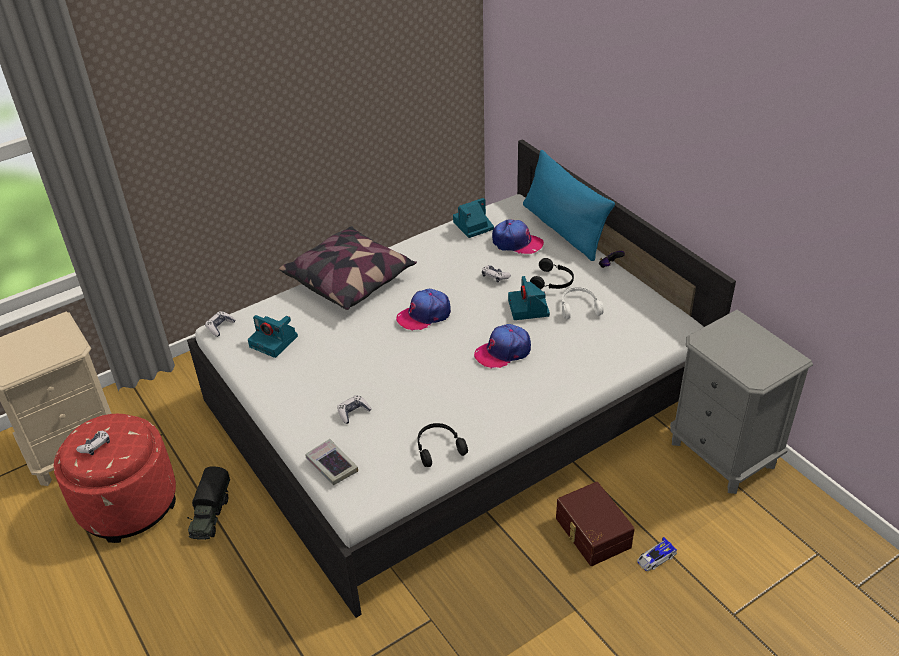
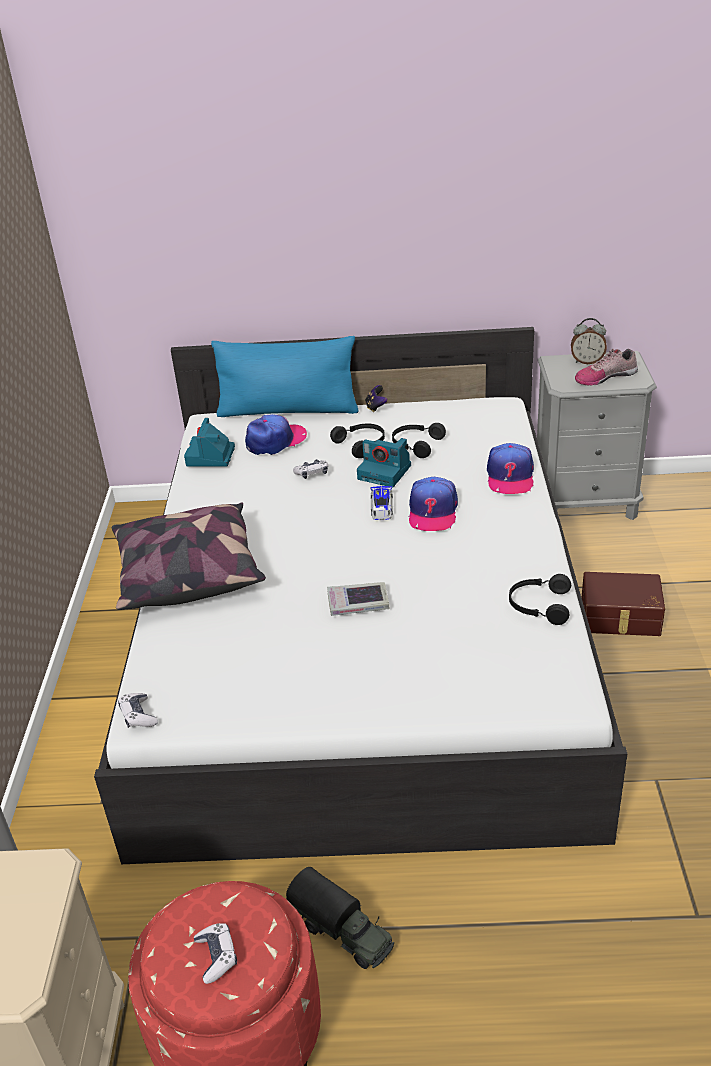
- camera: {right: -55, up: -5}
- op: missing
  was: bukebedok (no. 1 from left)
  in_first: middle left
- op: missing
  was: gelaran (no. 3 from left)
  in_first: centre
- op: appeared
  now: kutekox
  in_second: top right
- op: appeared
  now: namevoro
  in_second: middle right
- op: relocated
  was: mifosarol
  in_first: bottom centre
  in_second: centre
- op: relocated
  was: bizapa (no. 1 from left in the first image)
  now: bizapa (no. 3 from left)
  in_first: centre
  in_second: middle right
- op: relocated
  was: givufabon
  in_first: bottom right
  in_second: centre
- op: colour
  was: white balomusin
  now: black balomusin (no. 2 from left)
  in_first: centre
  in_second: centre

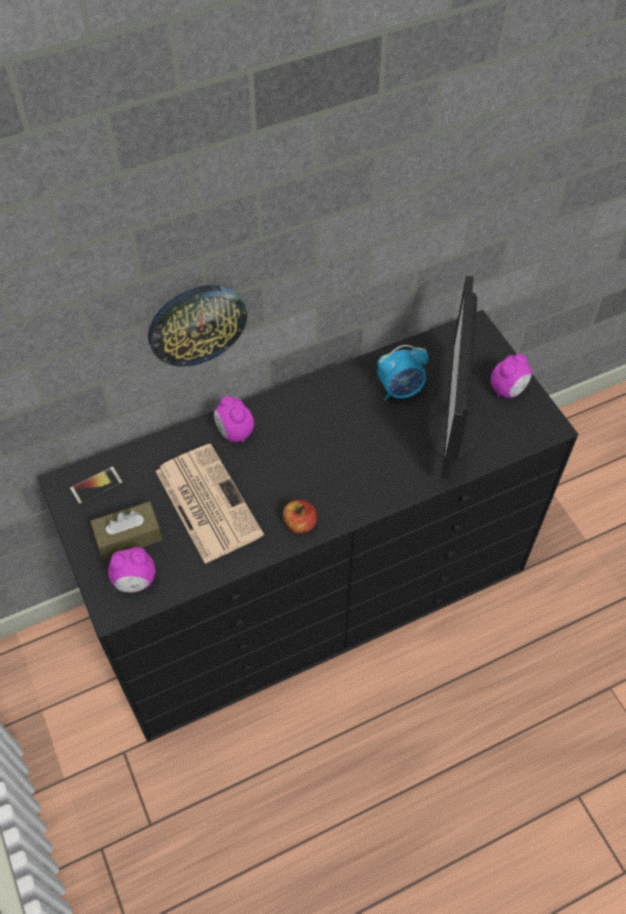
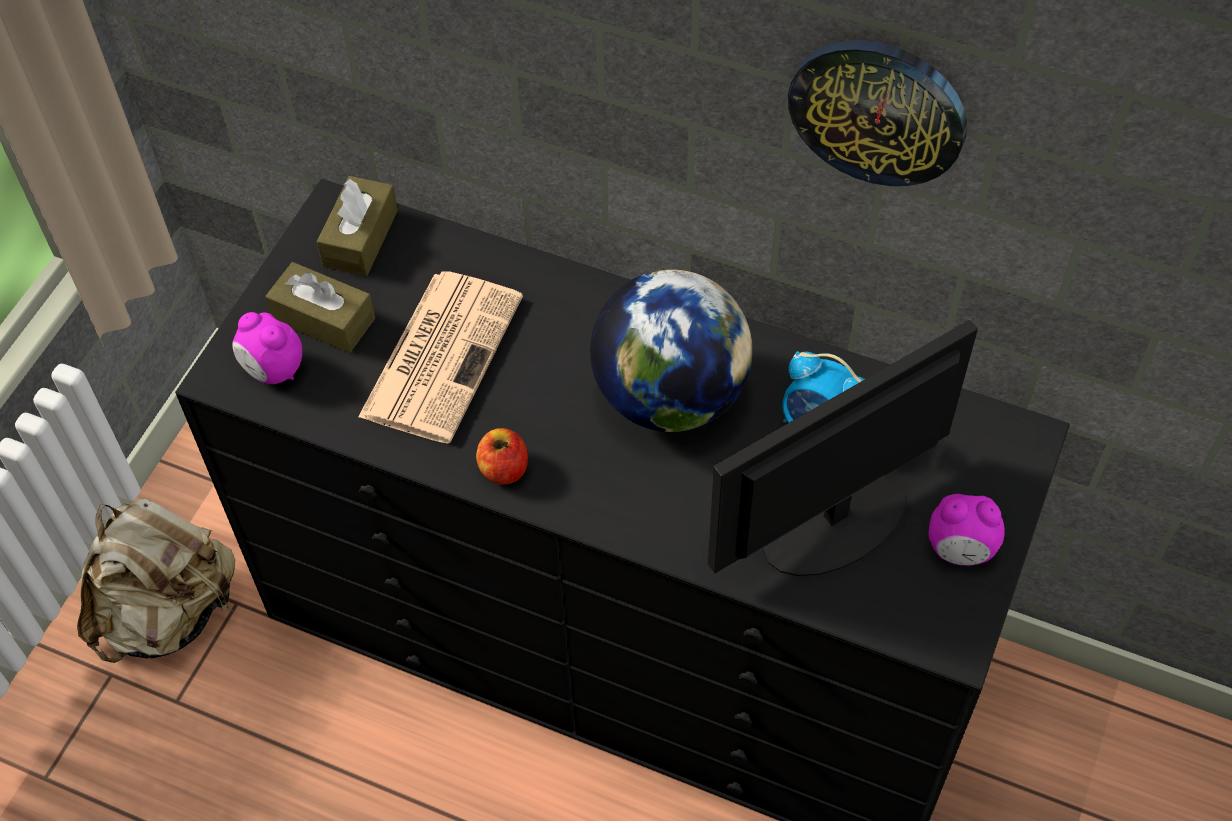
- camera: {right: 50, up: 0}
- op: missing
  was: kutekox (no. 2 from left)
  in_first: centre
- op: appeared
  now: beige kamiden
  in_second: bottom left
- op: appeared
  now: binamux
  in_second: centre
- op: relocated
  was: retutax
  in_first: middle left
  in_second: top right
- op: exchanged
  was: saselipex
  now: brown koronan (no. 2 from left)
  in_first: middle left
  in_second: top left

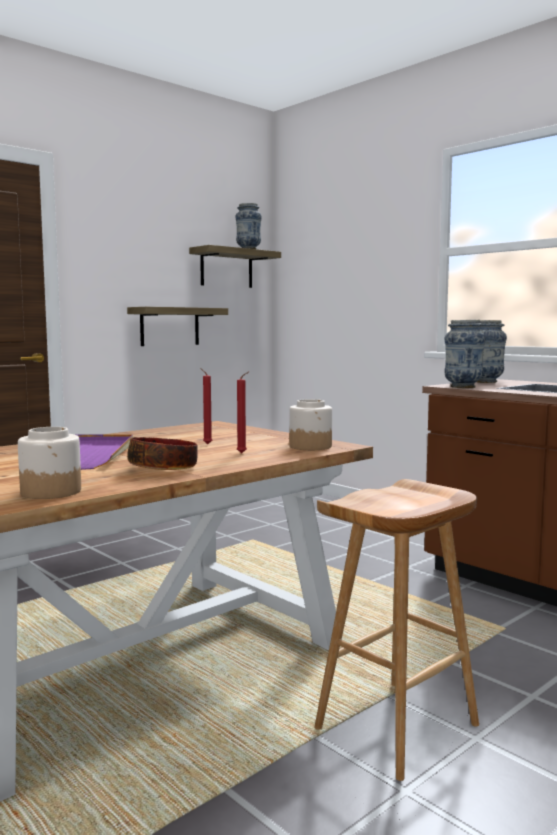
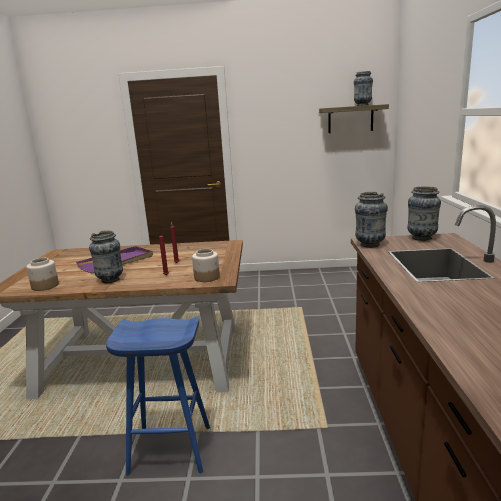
- camera: {right: 45, up: 10}
- op: missing
  was: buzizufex (no. 1 from left)
  in_first: middle left
- op: exchanged
  was: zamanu
  now: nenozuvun (no. 1 from left)
  in_first: middle left
  in_second: middle left
- op: colour
  was: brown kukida
  now: blue kukida
  in_first: bottom right
  in_second: bottom left

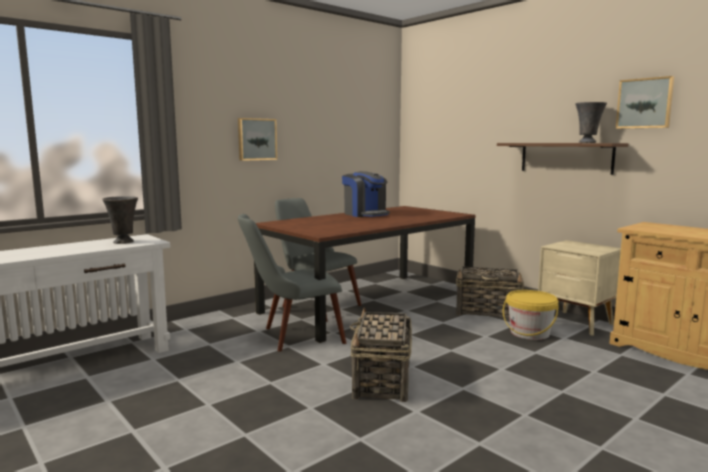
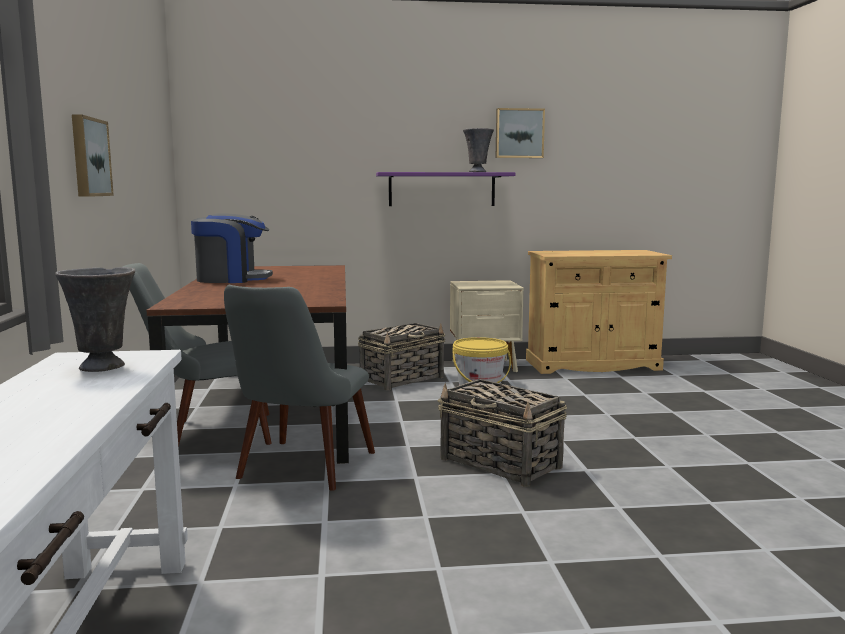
- camera: {right: -55, up: 0}
- op: colour
  was: brown buzizufex
  now: purple buzizufex
  in_first: middle right
  in_second: top centre

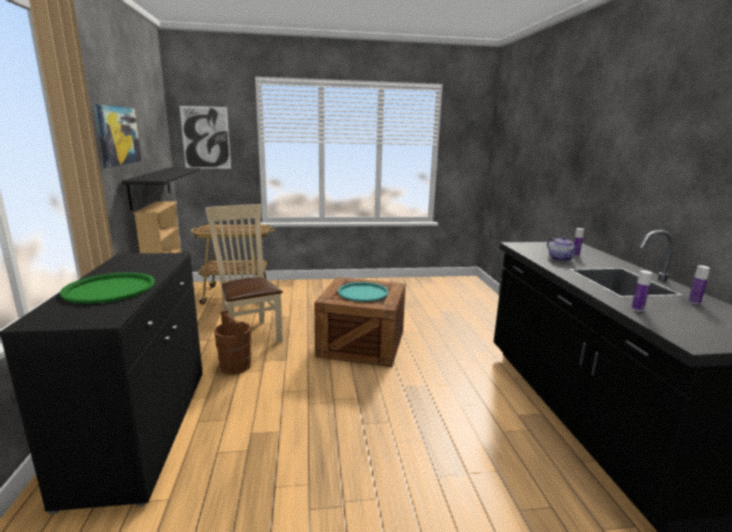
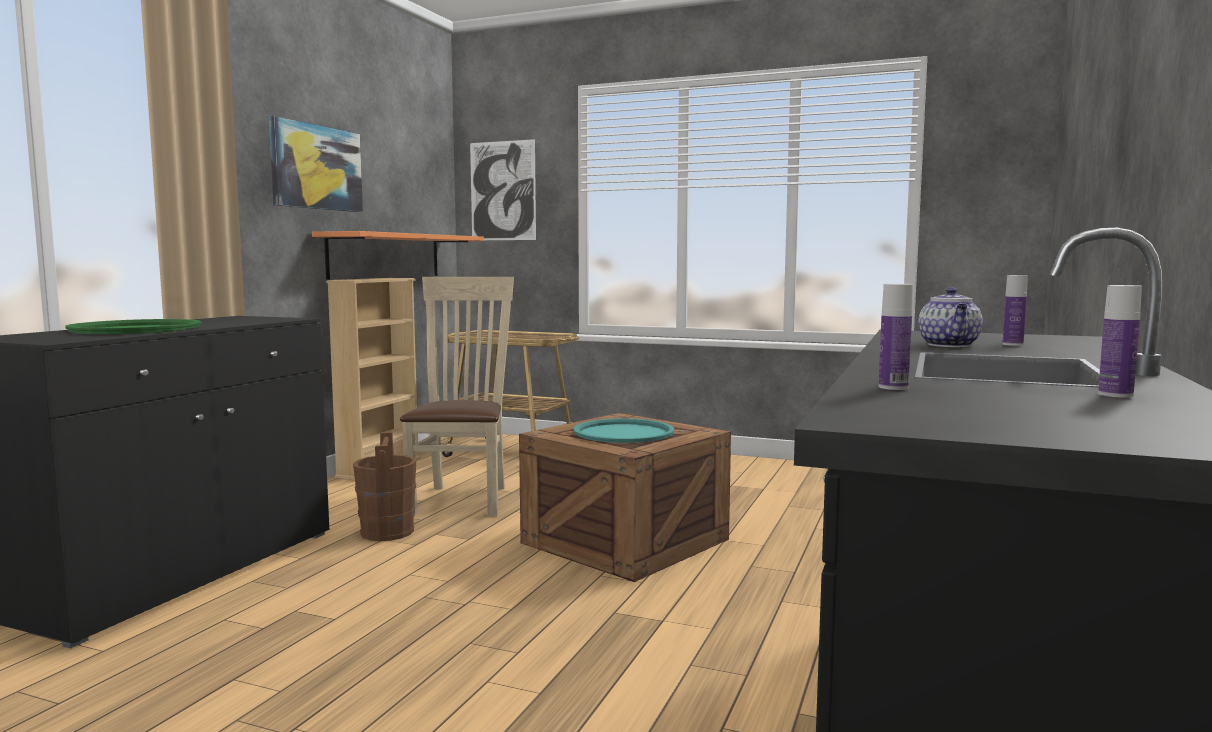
- camera: {right: 30, up: -10}
- op: colour
  was: black buzizufex
  now: orange buzizufex
  in_first: middle left
  in_second: middle left

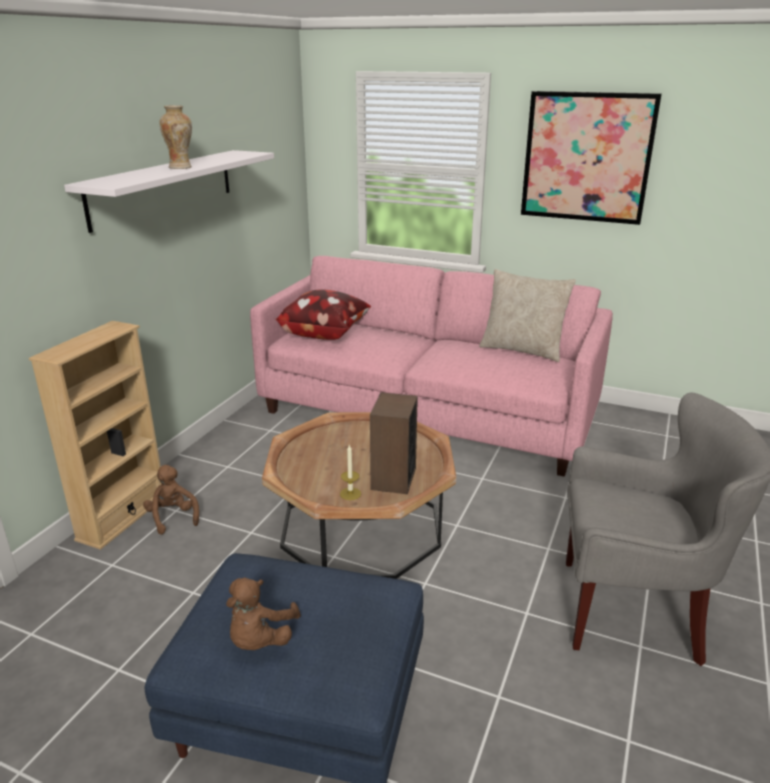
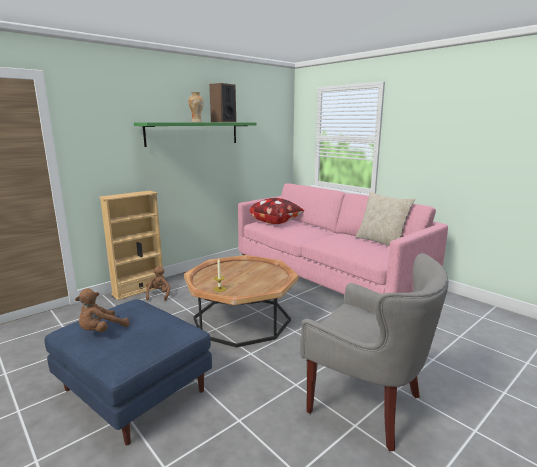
- camera: {right: 25, up: -10}
- op: missing
  was: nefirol
  in_first: top right
- op: relocated
  was: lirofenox
  in_first: centre
  in_second: top centre
- op: colour
  was: white buzizufex
  now: green buzizufex
  in_first: top left
  in_second: top centre

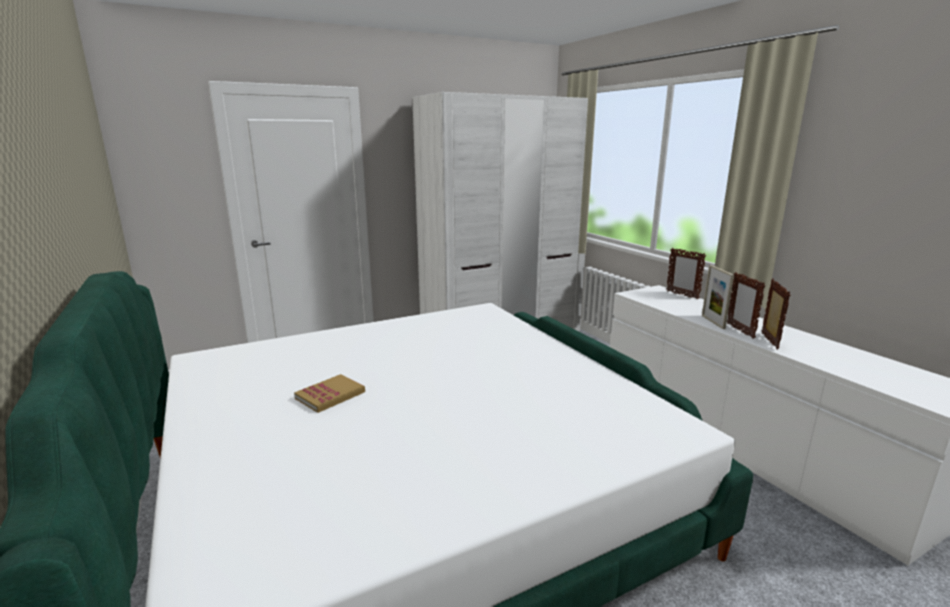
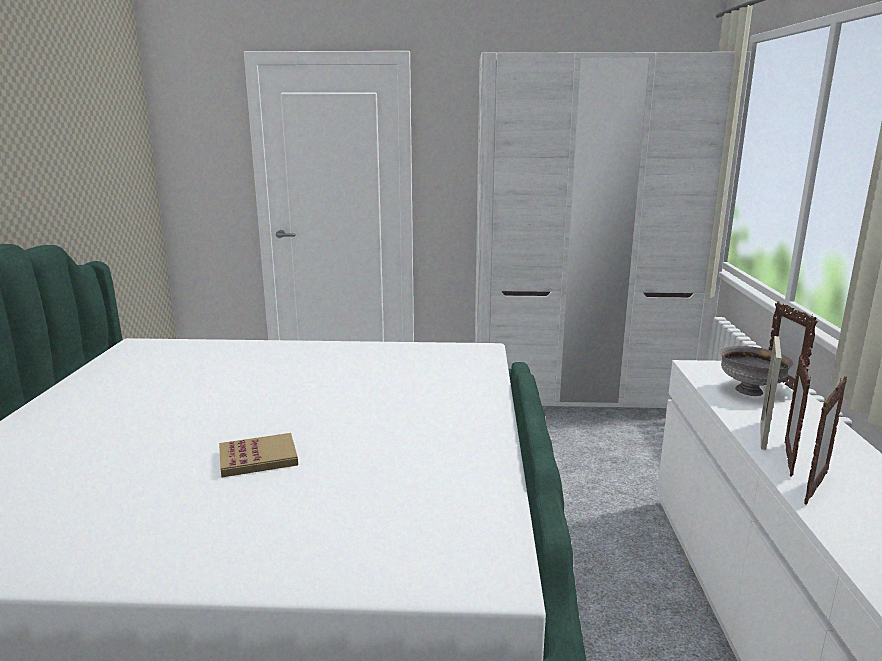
- camera: {right: 30, up: 0}
- op: appeared
  now: grey zamanu
  in_second: middle right
- op: relocated
  was: mifosarol
  in_first: centre
  in_second: bottom left

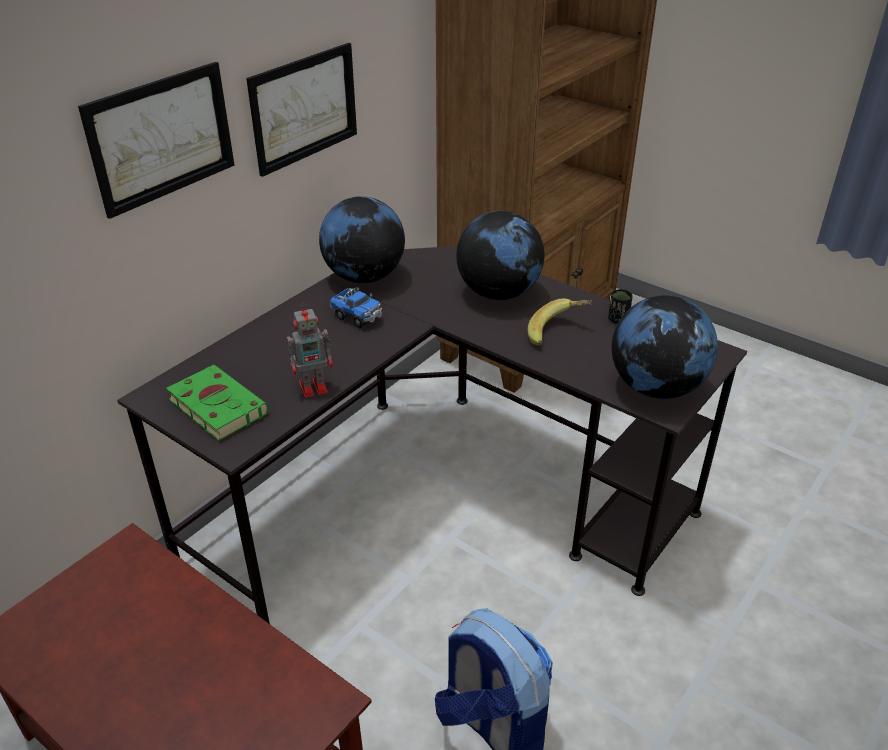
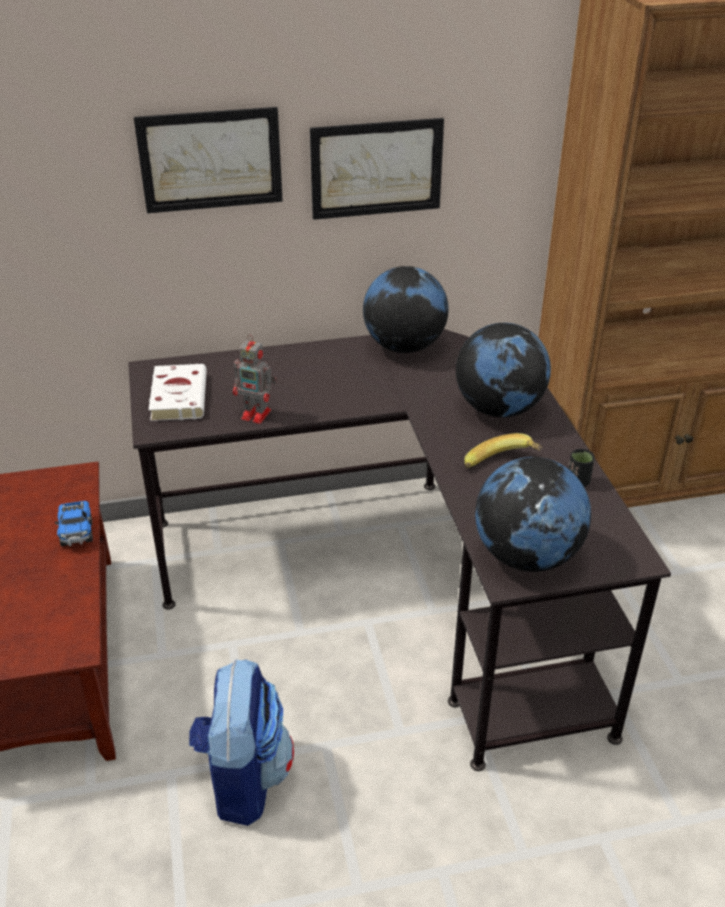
- camera: {right: 40, up: 0}
- op: relocated
  was: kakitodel
  in_first: centre
  in_second: middle left
- op: colour
  was: green mifosarol
  now: white mifosarol
  in_first: middle left
  in_second: middle left

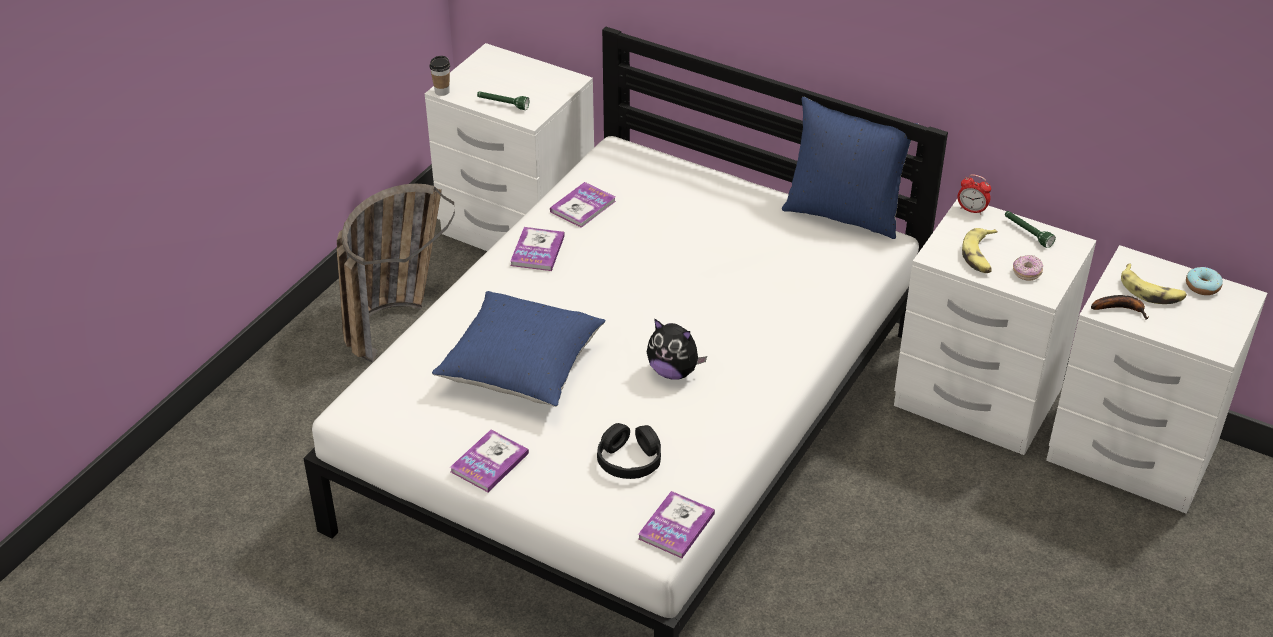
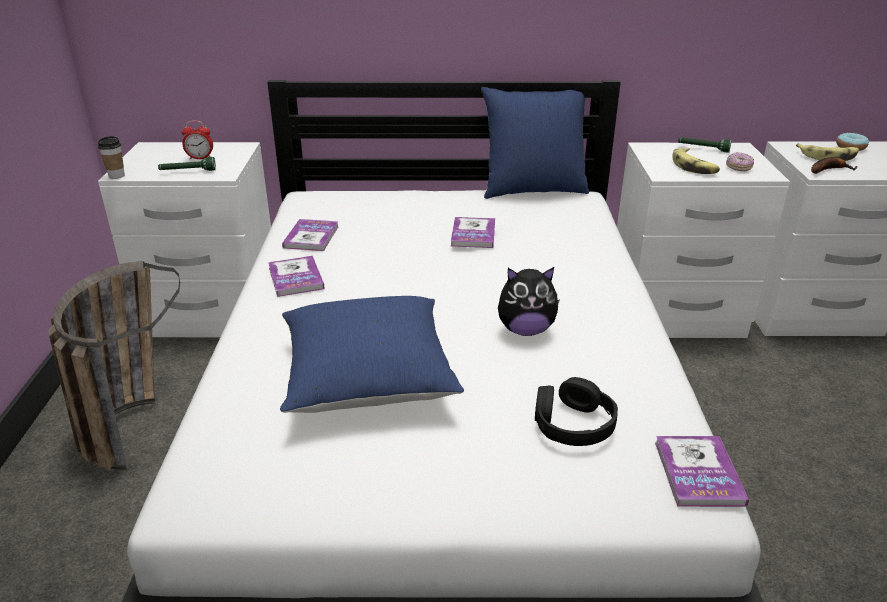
- camera: {right: -30, up: -10}
- op: relocated
  was: mifosarol (no. 1 from left in the first image)
  now: mifosarol (no. 3 from left)
  in_first: bottom centre
  in_second: centre
- op: relocated
  was: kutekox
  in_first: top right
  in_second: top left

